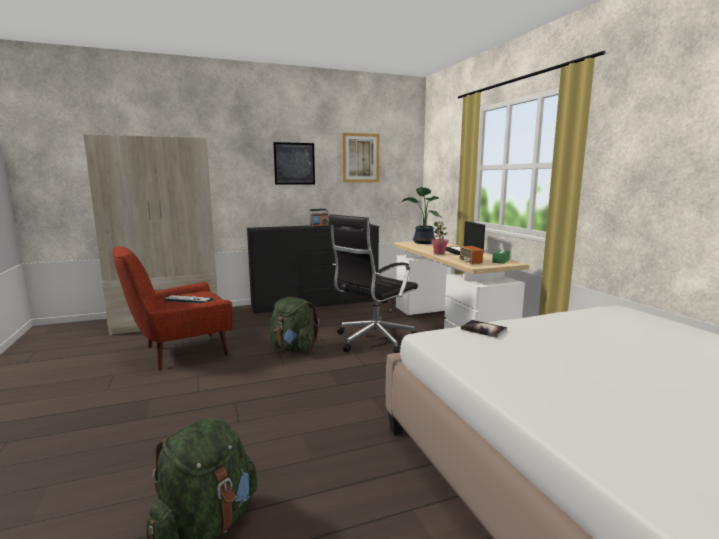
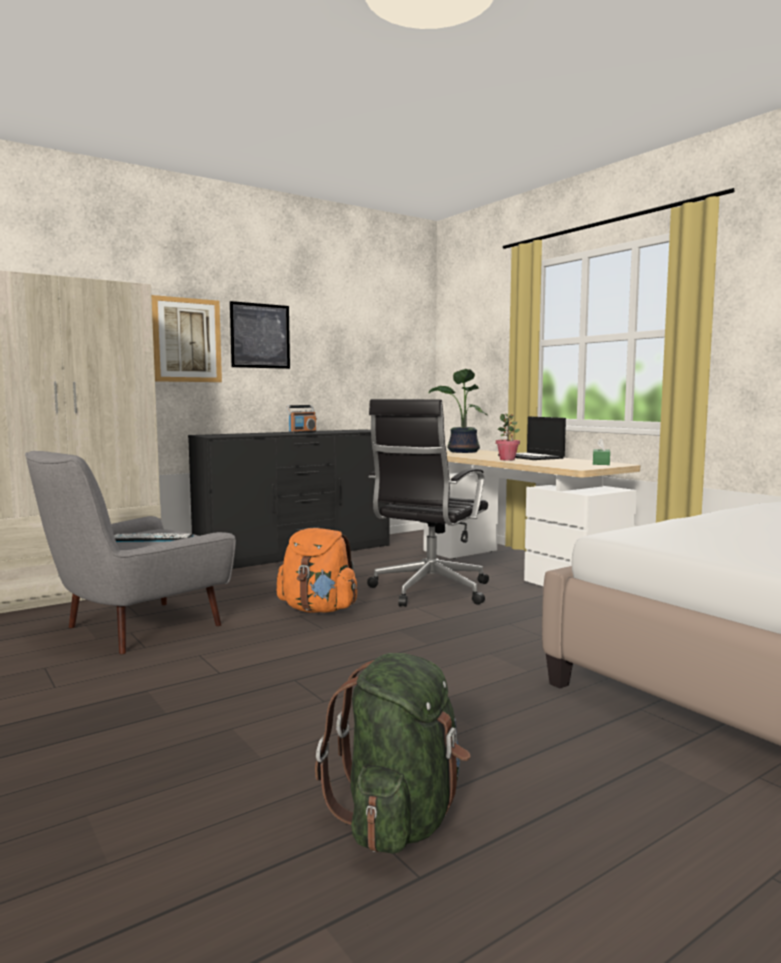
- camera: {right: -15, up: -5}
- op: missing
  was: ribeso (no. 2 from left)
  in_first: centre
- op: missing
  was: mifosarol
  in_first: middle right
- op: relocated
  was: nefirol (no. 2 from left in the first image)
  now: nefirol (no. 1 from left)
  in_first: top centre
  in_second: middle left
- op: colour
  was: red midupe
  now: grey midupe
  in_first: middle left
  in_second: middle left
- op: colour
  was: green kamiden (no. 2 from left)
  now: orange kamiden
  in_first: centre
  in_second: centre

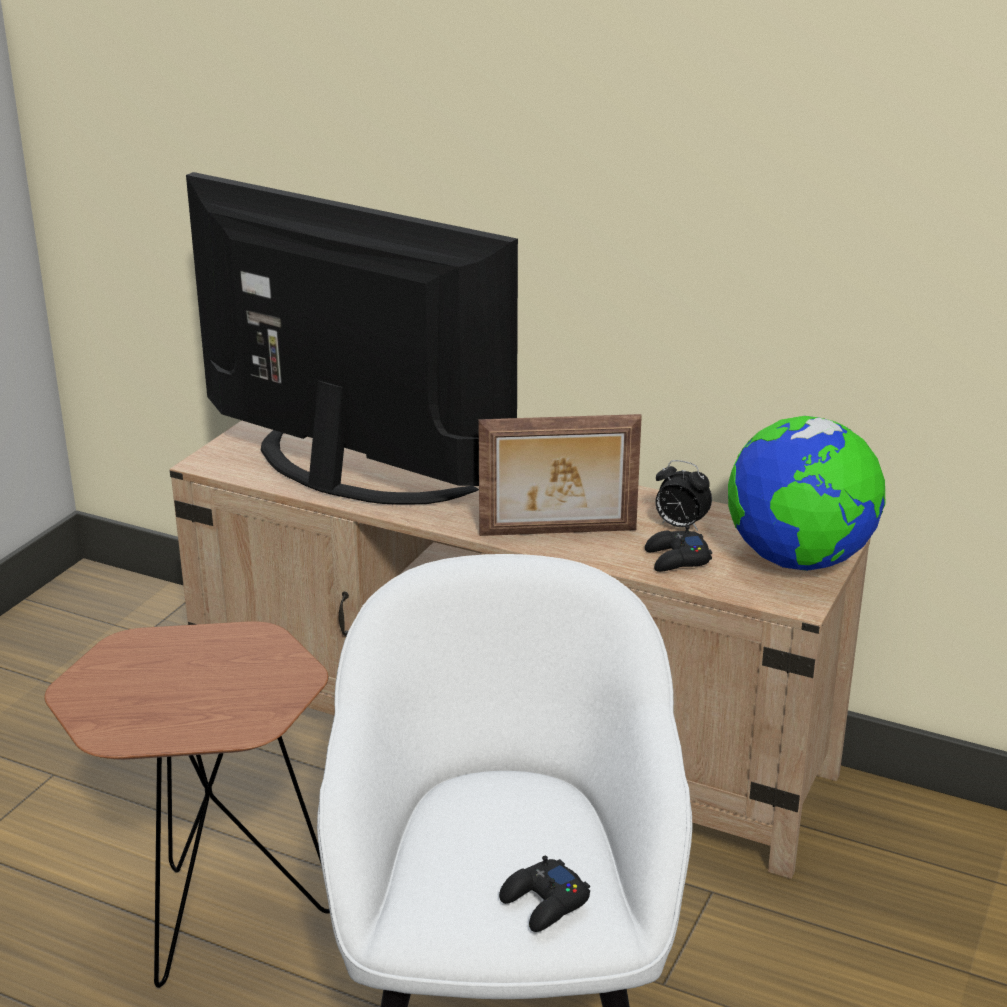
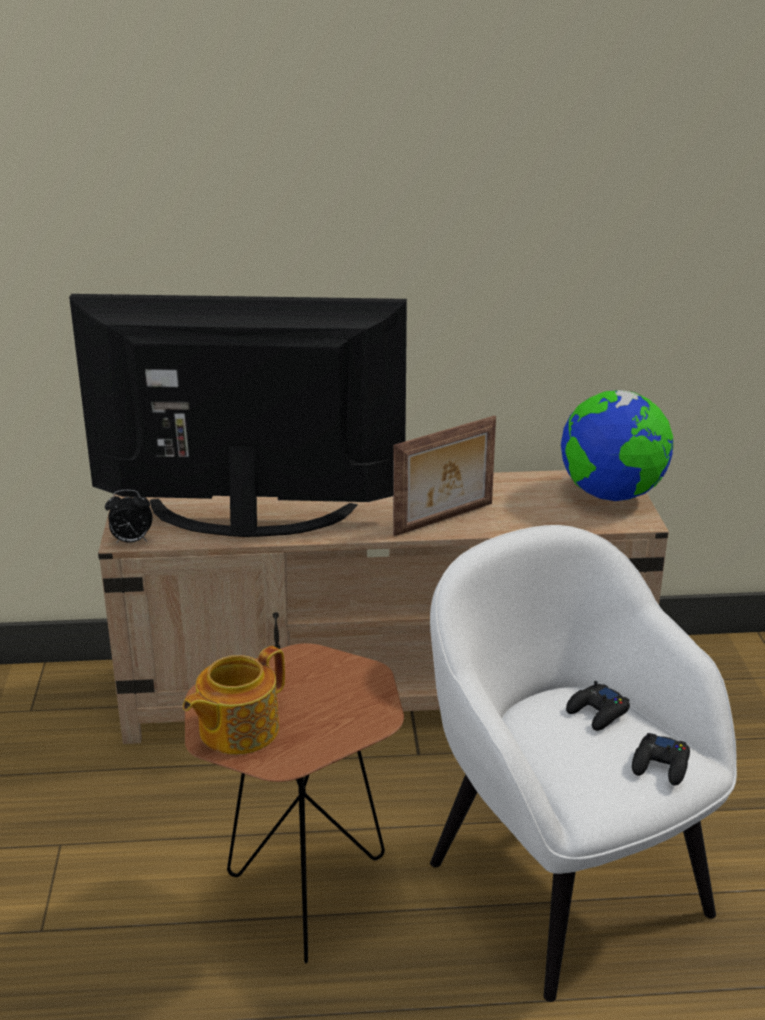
- camera: {right: -30, up: 0}
- op: appeared
  now: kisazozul
  in_second: bottom left
- op: relocated
  was: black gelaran (no. 2 from left in the first image)
  now: black gelaran (no. 1 from left)
  in_first: middle right
  in_second: bottom right
- op: relocated
  was: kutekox
  in_first: middle right
  in_second: middle left

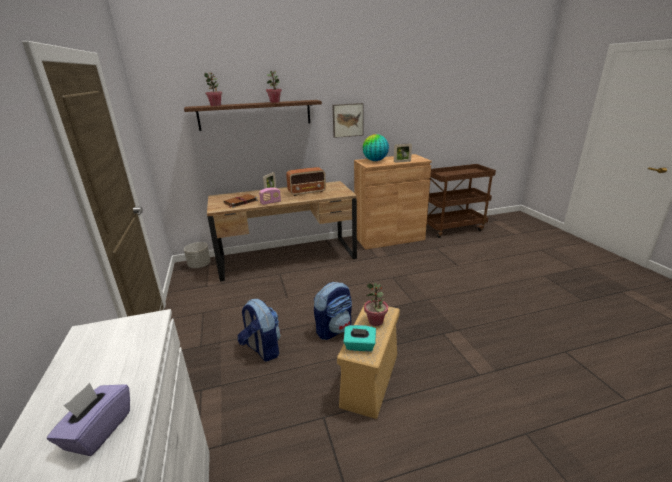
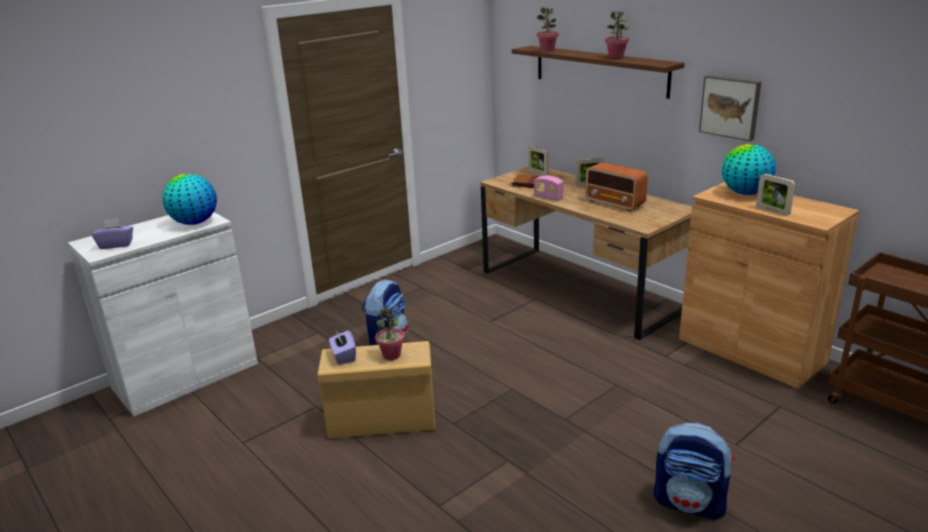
- camera: {right: 65, up: 0}
- op: missing
  was: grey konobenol
  in_first: middle left
- op: appeared
  now: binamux (no. 1 from left)
  in_second: middle left
- op: appeared
  now: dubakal (no. 1 from left)
  in_second: top centre
- op: relocated
  was: kamiden (no. 2 from left)
  in_first: centre
  in_second: bottom right
- op: colour
  was: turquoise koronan
  now: purple koronan (no. 2 from left)
  in_first: bottom centre
  in_second: centre

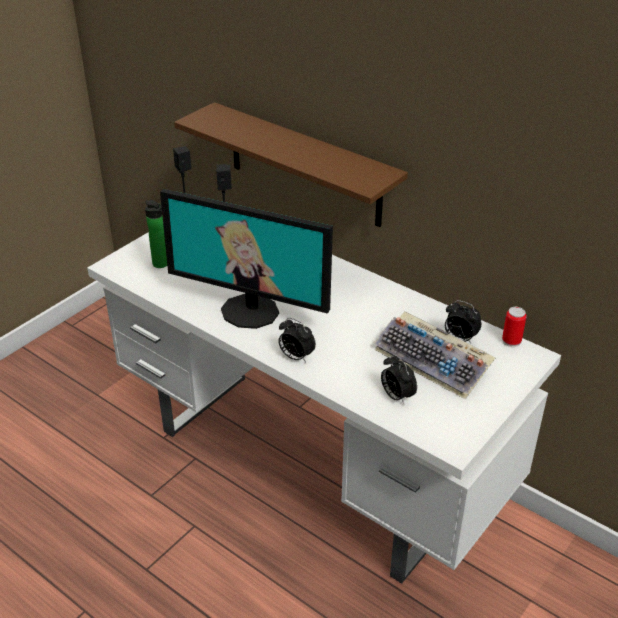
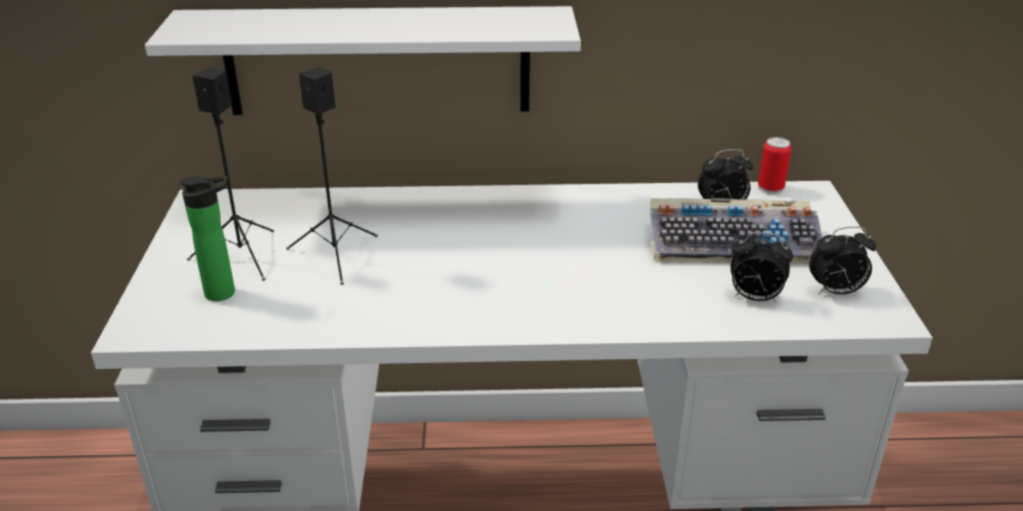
- camera: {right: -40, up: -5}
- op: missing
  was: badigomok
  in_first: centre
- op: relocated
  was: kutekox (no. 1 from left in the first image)
  now: kutekox (no. 3 from left)
  in_first: centre
  in_second: middle right
- op: colour
  was: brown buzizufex
  now: white buzizufex
  in_first: top centre
  in_second: top centre

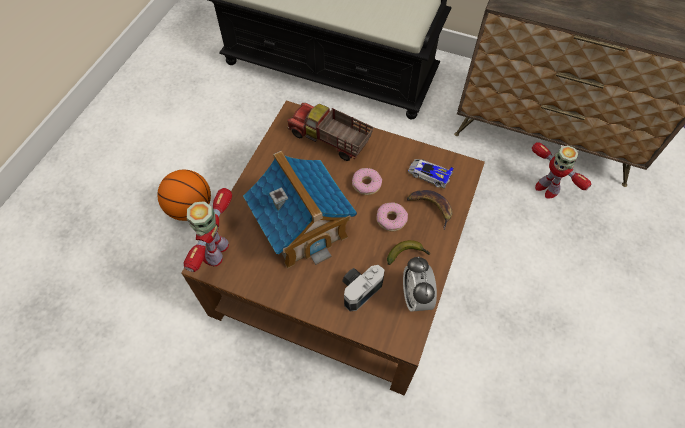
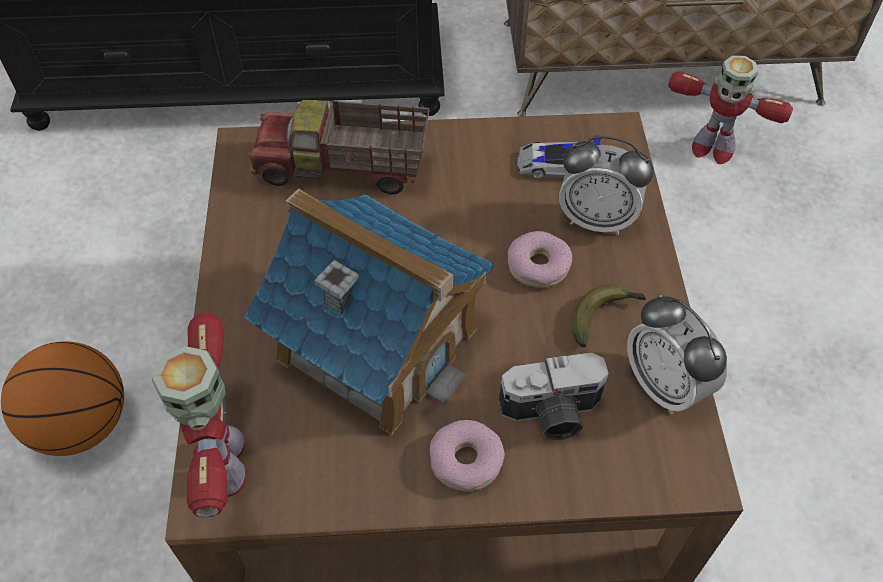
- camera: {right: -25, up: -5}
- op: relocated
  was: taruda (no. 1 from left)
  in_first: centre
  in_second: bottom centre
- op: exchanged
  was: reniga (no. 2 from left)
  now: kutekox (no. 1 from left)
  in_first: centre
  in_second: top right
- op: spun
  was: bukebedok
  in_first: bottom centre
  in_second: bottom centre
  clockwise: -120

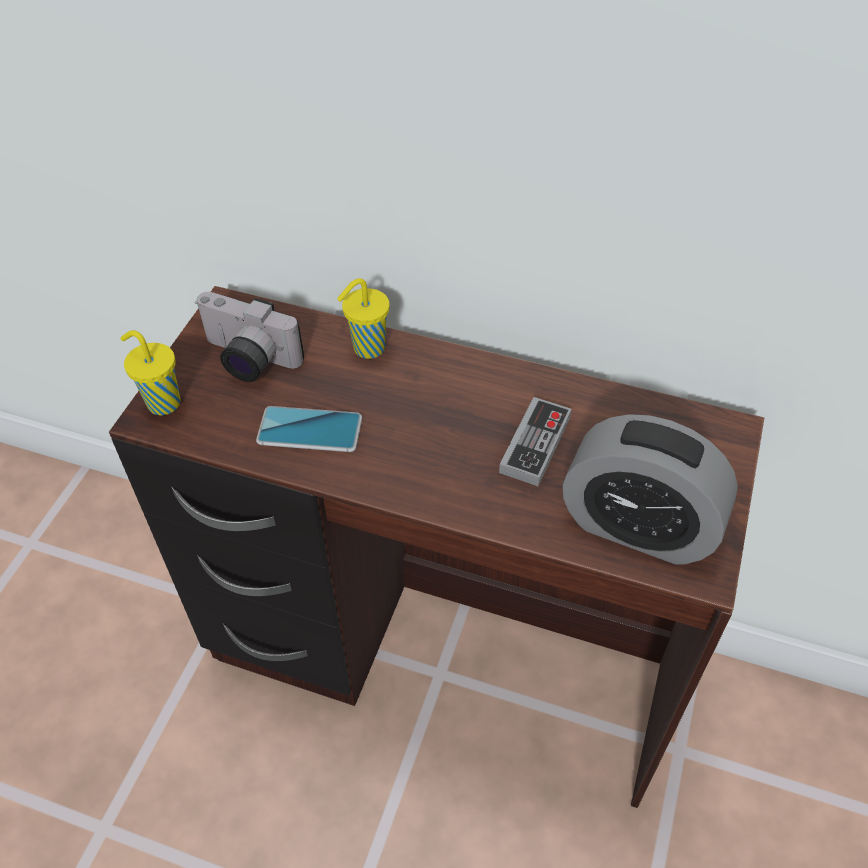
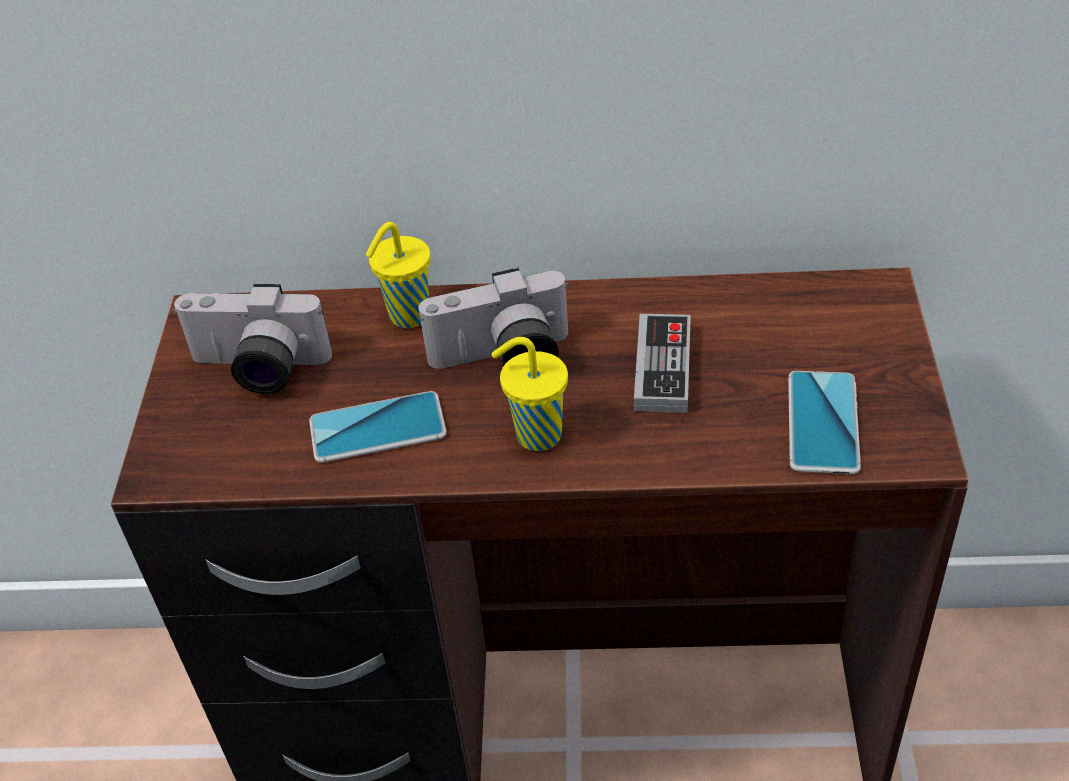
- camera: {right: -15, up: -5}
- op: appeared
  now: bukebedok (no. 2 from left)
  in_second: centre
- op: relocated
  was: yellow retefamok (no. 1 from left in the first image)
  now: yellow retefamok (no. 2 from left)
  in_first: middle left
  in_second: centre
- op: exchanged
  was: kutekox
  now: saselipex (no. 2 from left)
  in_first: middle right
  in_second: middle right

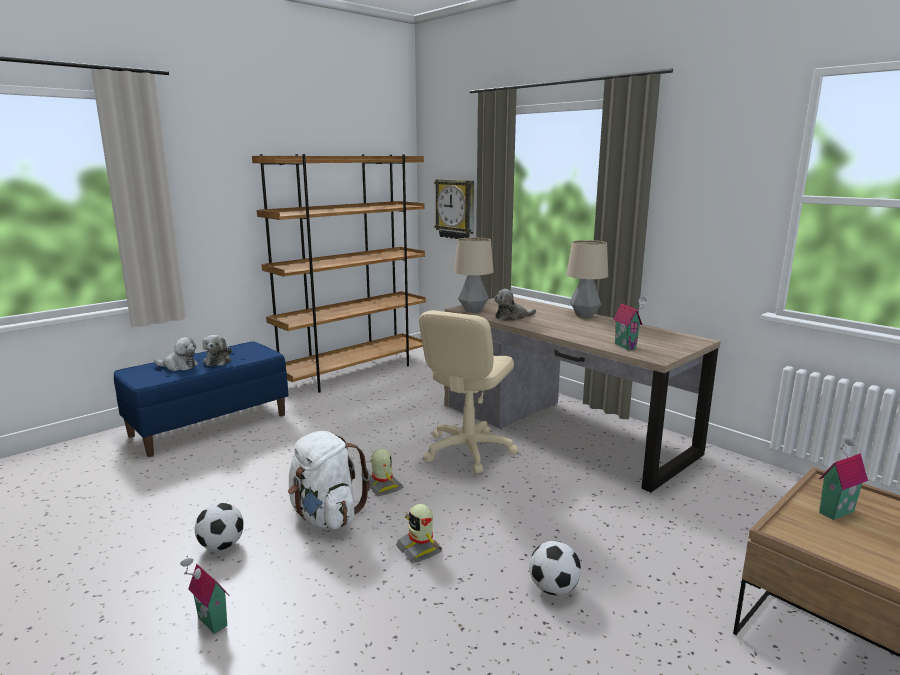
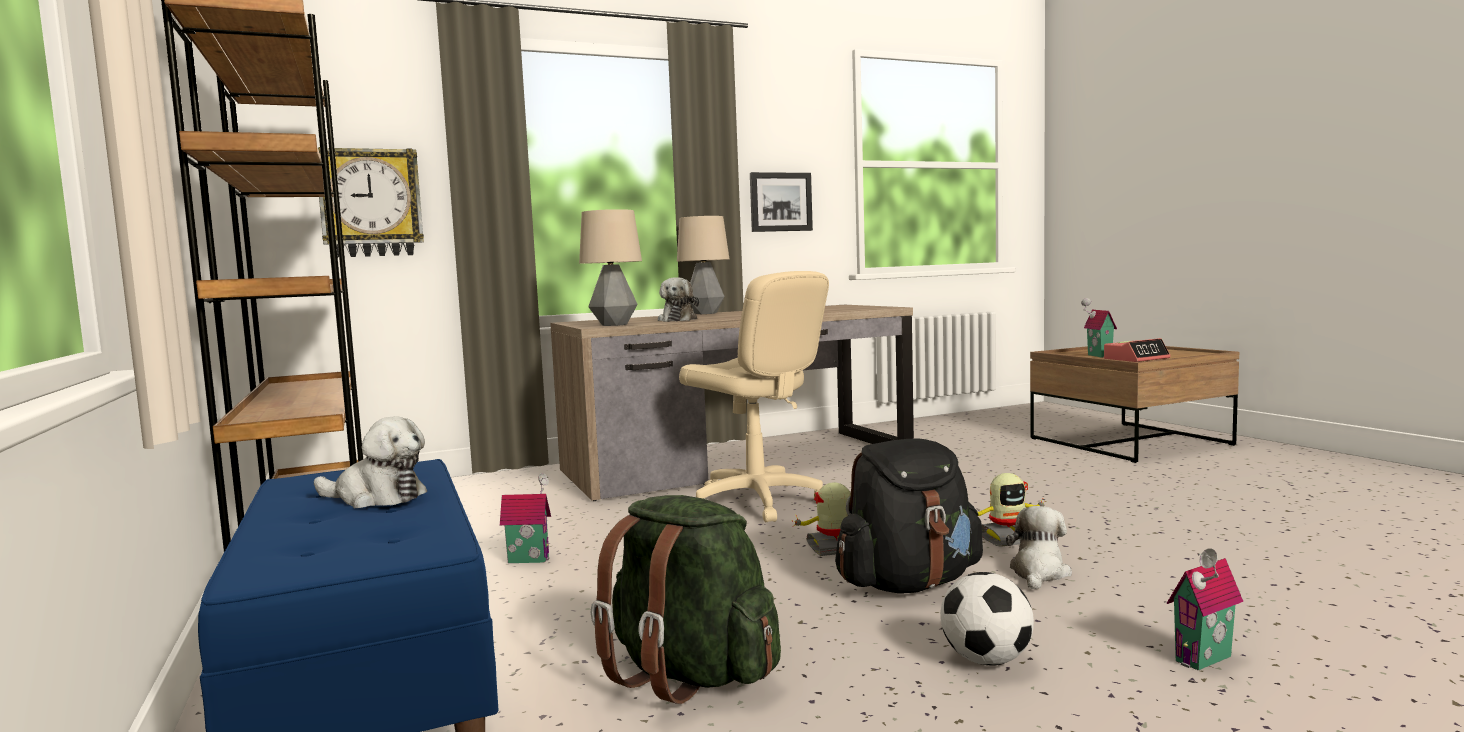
- camera: {right: -70, up: -10}
- op: missing
  was: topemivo (no. 2 from left)
  in_first: bottom centre
- op: appeared
  now: green kamiden
  in_second: bottom centre
- op: appeared
  now: nefirol
  in_second: top centre
- op: appeared
  now: kutekox
  in_second: middle right
- op: relocated
  was: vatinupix (no. 1 from left in the first image)
  now: vatinupix (no. 3 from left)
  in_first: middle left
  in_second: bottom right
- op: relocated
  was: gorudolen (no. 2 from left in the first image)
  now: gorudolen (no. 1 from left)
  in_first: middle right
  in_second: bottom centre
- op: colour
  was: white kamiden
  now: black kamiden
  in_first: bottom centre
  in_second: bottom centre

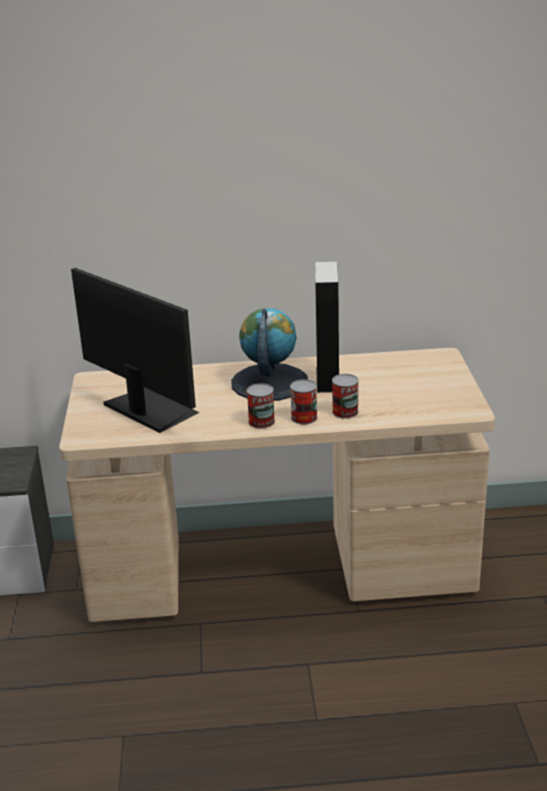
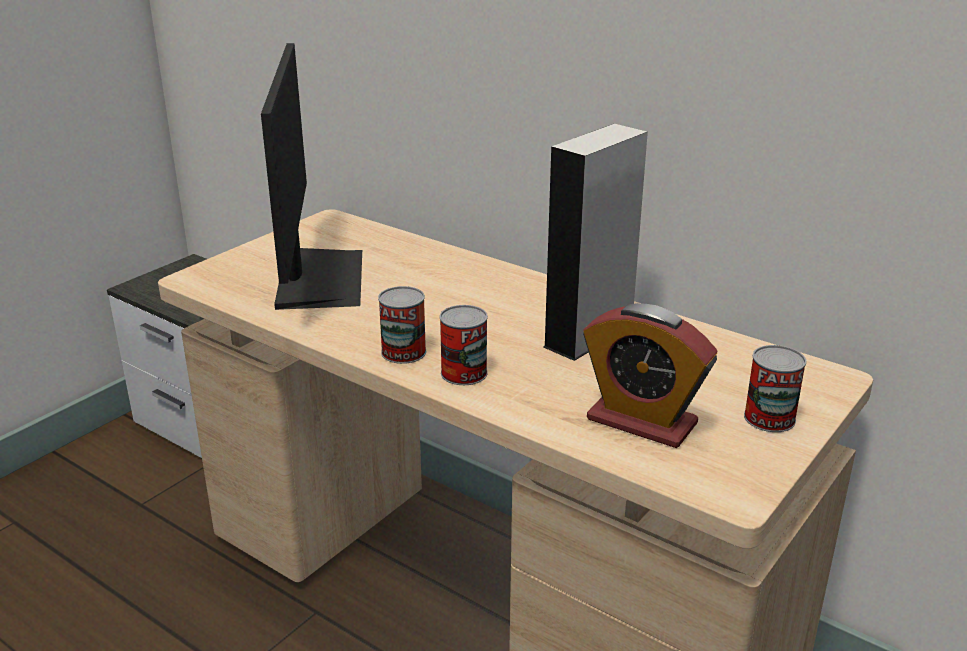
- camera: {right: 40, up: 0}
- op: missing
  was: binamux
  in_first: centre
- op: appeared
  now: kutekox
  in_second: middle right
- op: relocated
  was: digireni (no. 3 from left)
  in_first: centre
  in_second: middle right

